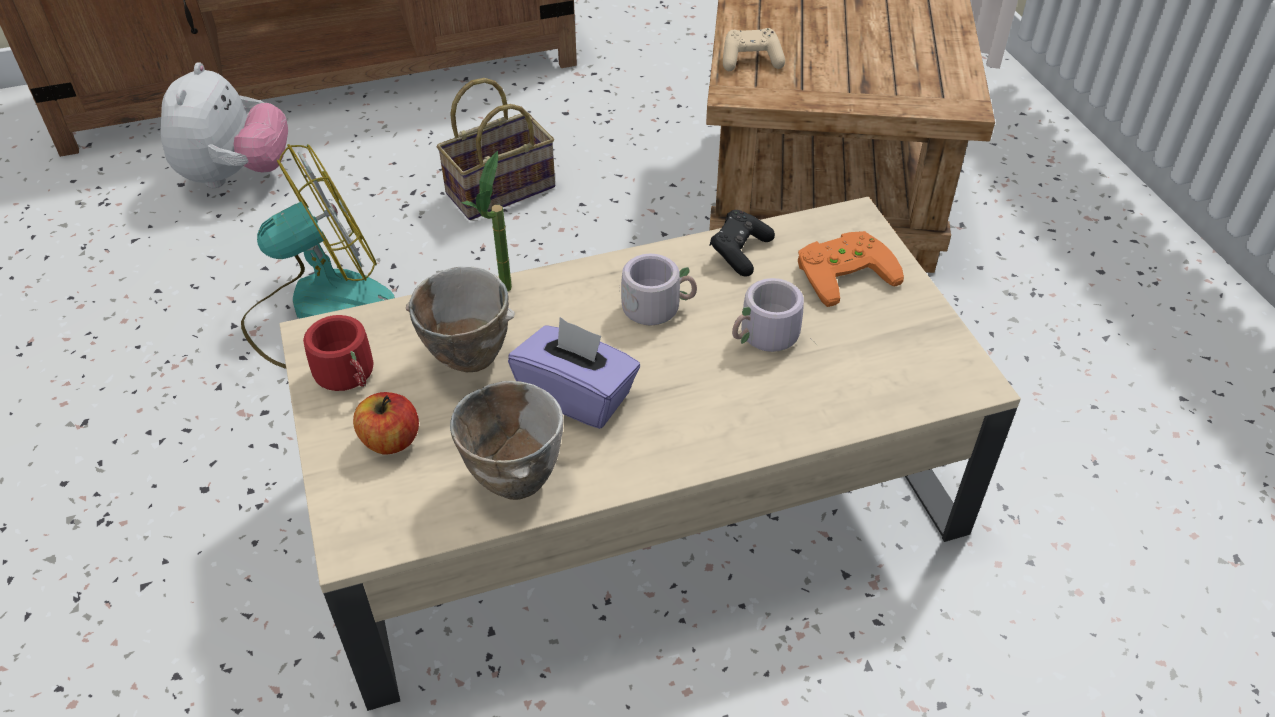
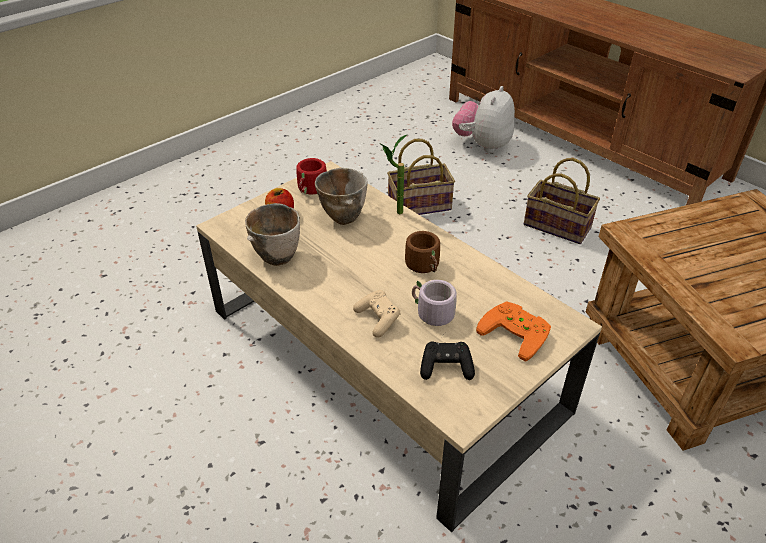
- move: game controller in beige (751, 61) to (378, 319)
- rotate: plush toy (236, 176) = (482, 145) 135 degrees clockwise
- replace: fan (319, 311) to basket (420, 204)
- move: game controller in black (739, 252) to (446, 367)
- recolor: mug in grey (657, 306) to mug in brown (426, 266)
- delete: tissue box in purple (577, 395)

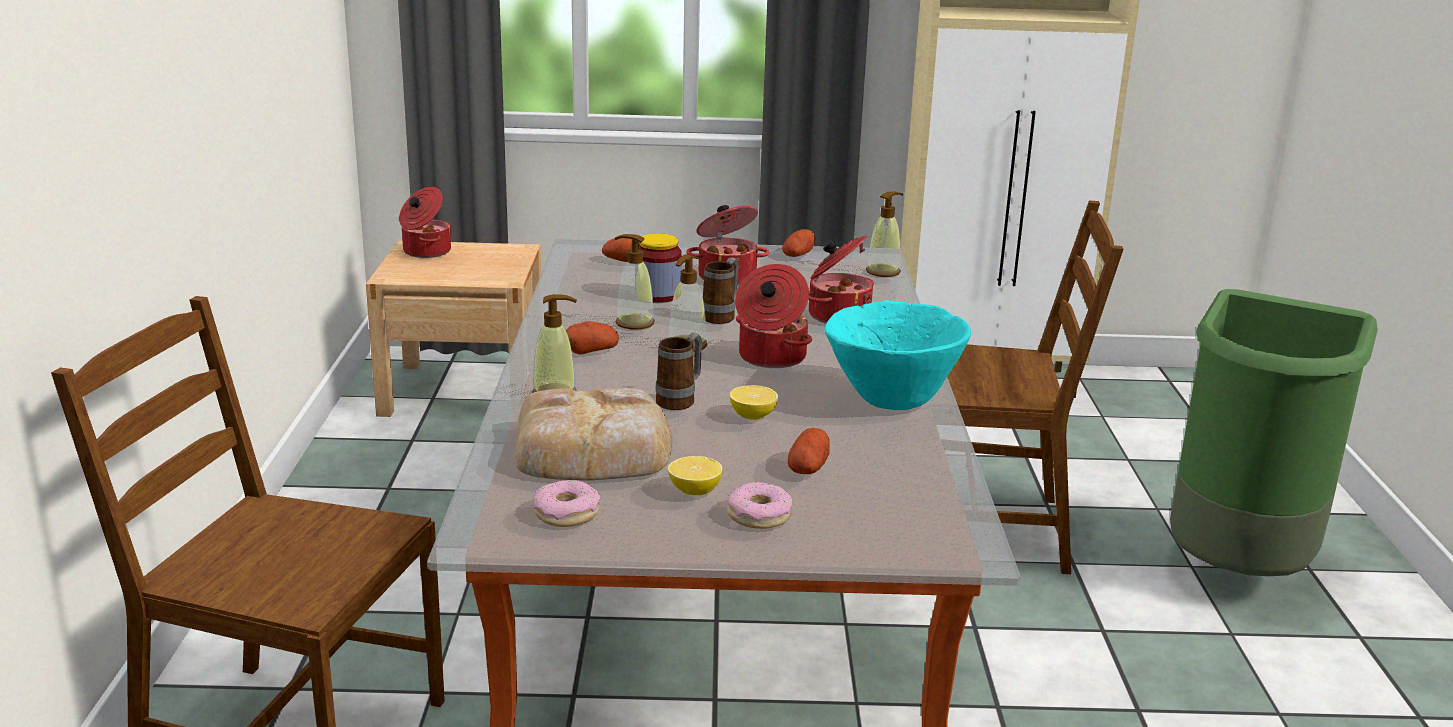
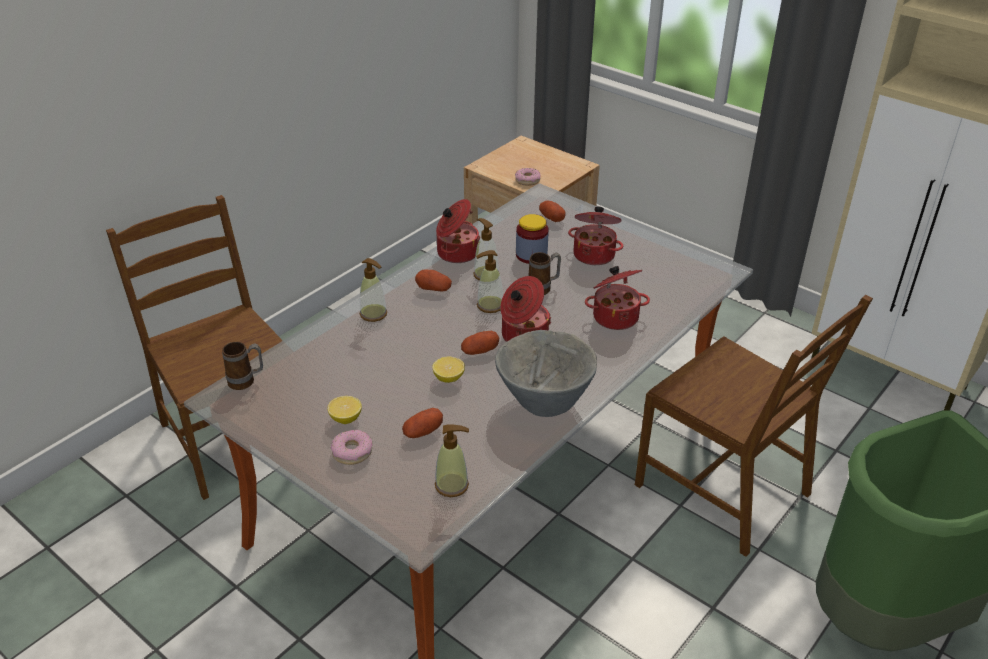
- move: cooking pot (425, 252) to (456, 253)
- move: soap dispenser (883, 272) to (452, 485)
- move: potato (798, 255) to (480, 351)
- recolor: bowl in turquoise (891, 399) to bowl in grey (544, 402)
- move: mug (680, 400) to (246, 381)
- delete: bread (594, 450)
- move: donut (566, 513) to (527, 180)

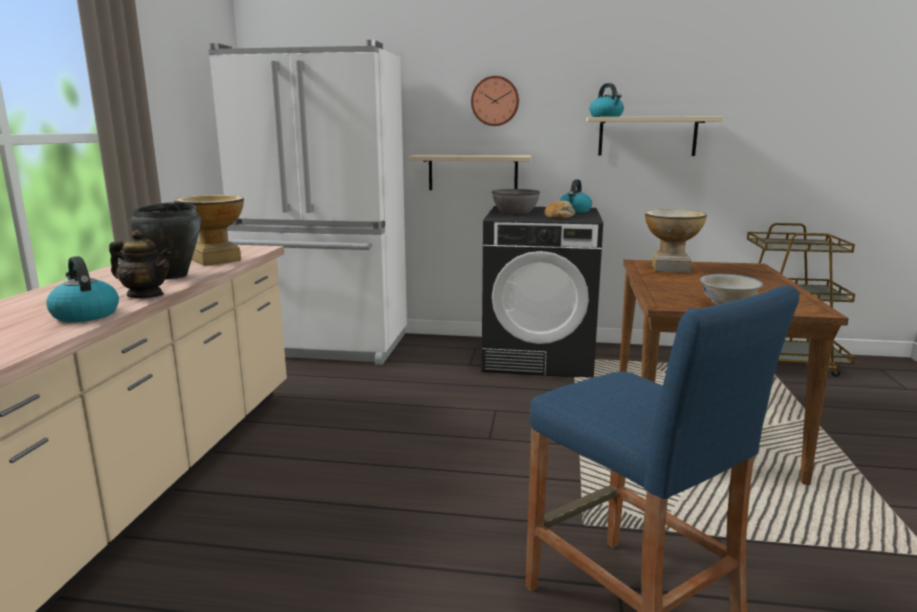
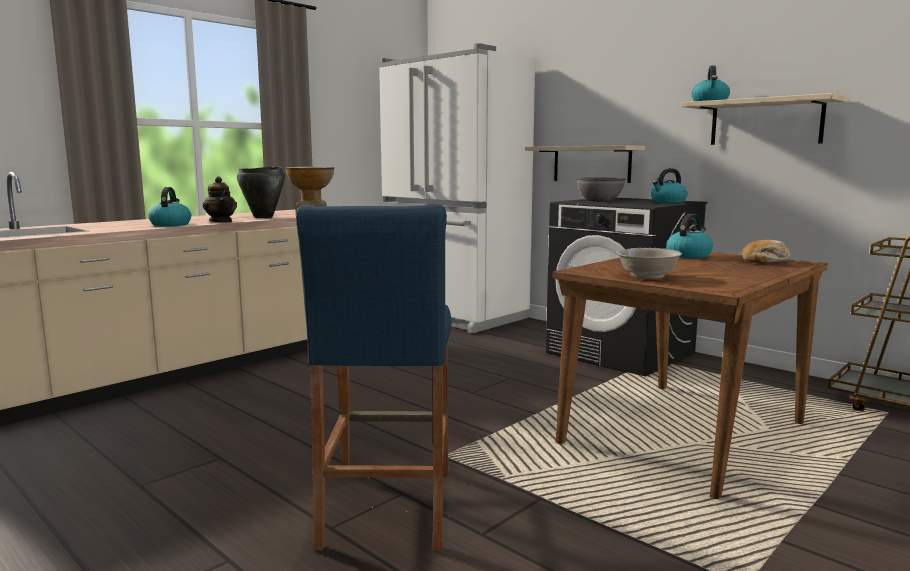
- delete: wall clock (495, 101)
- move: bread (560, 217) to (766, 261)
- replace: vase (670, 268) to kettle (689, 255)

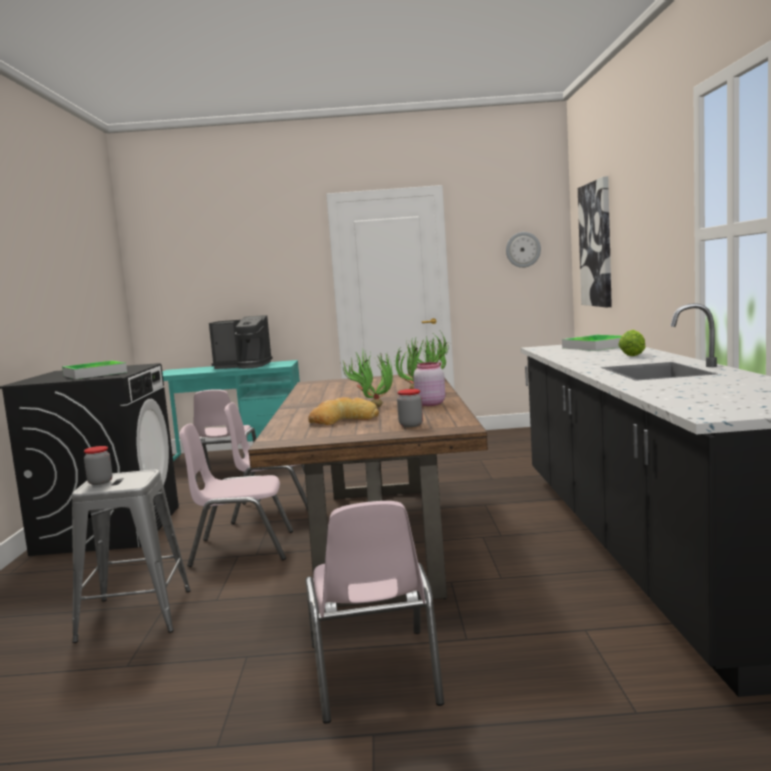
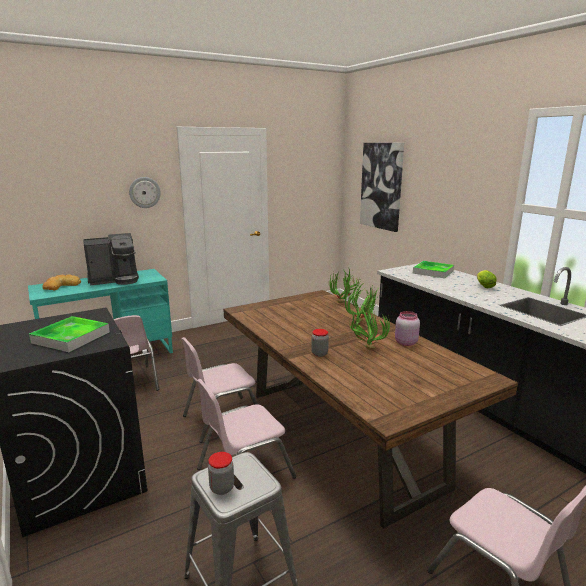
- move: wall clock (523, 249) to (144, 192)
- move: jar (411, 425) to (319, 353)
- move: bread (342, 419) to (61, 286)

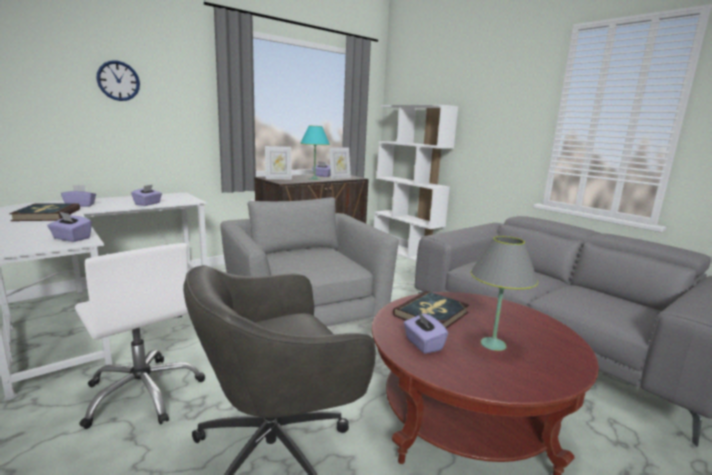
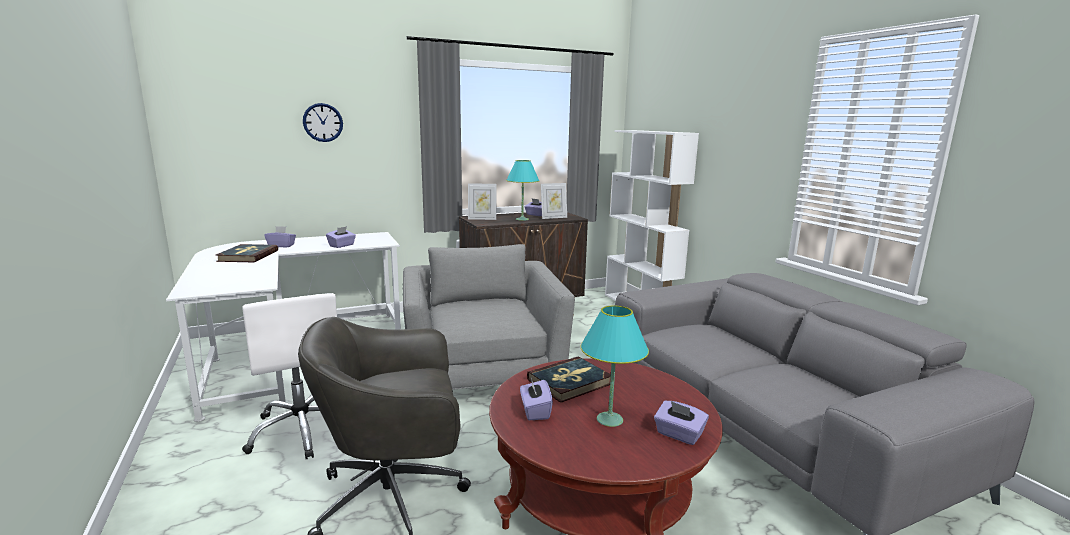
- move: tissue box in purple (71, 238) to (679, 435)
- recolor: table lamp in grey (493, 344) to table lamp in turquoise (609, 419)

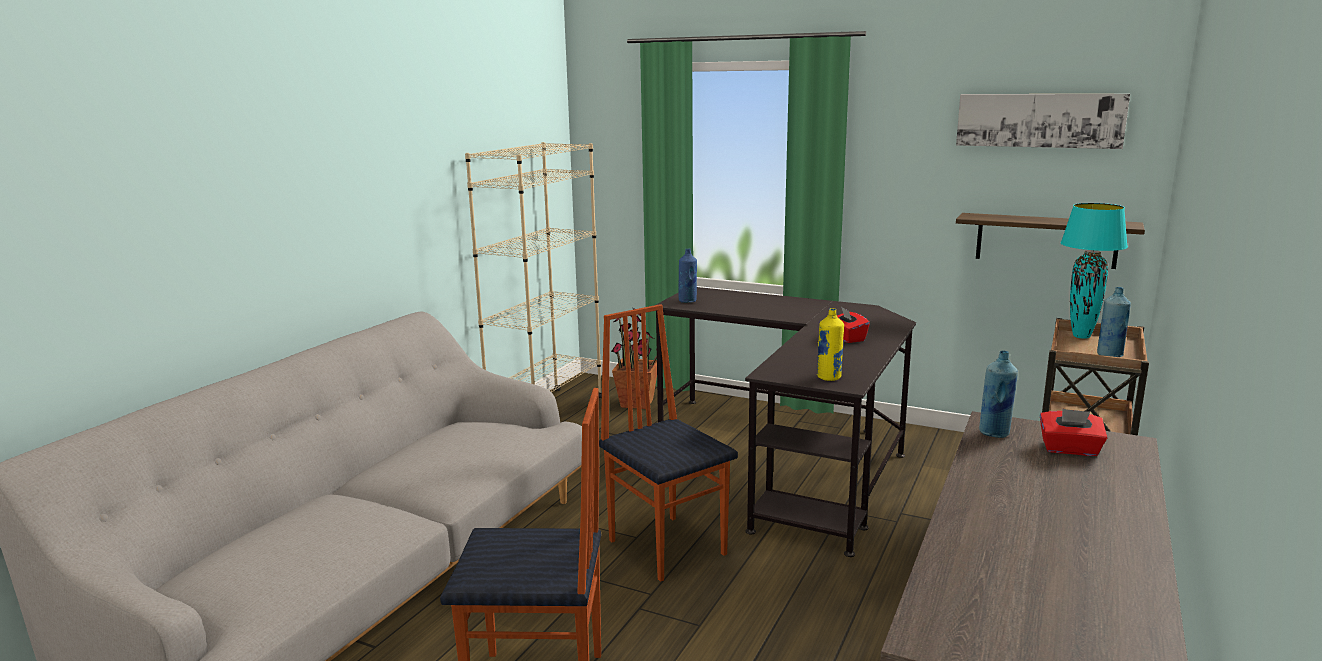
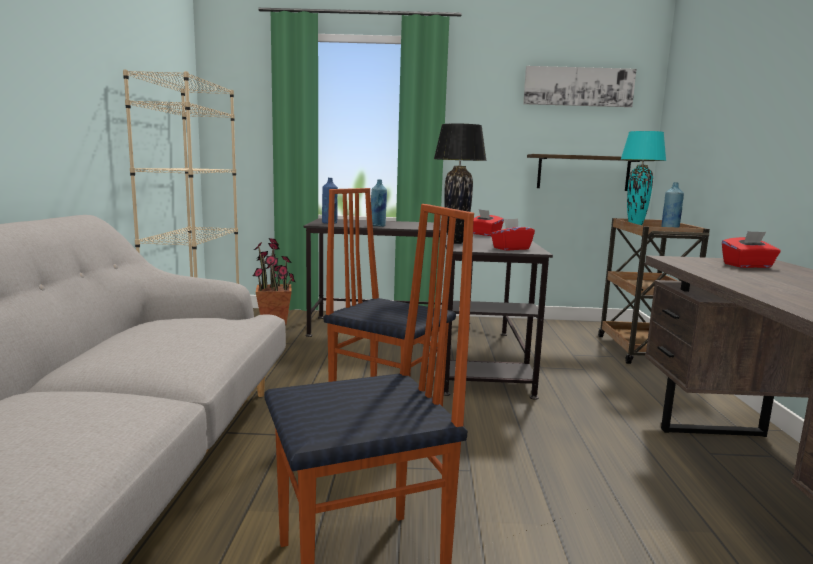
- replace: bottle in yellow (829, 377) to tissue box in red (511, 248)
- move: bottle in blue (994, 433) to (378, 226)
- insert: table lamp in black (455, 243)

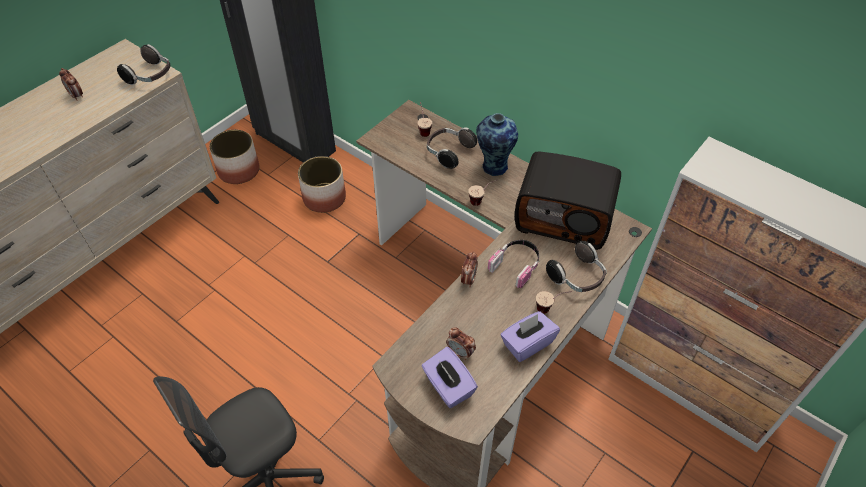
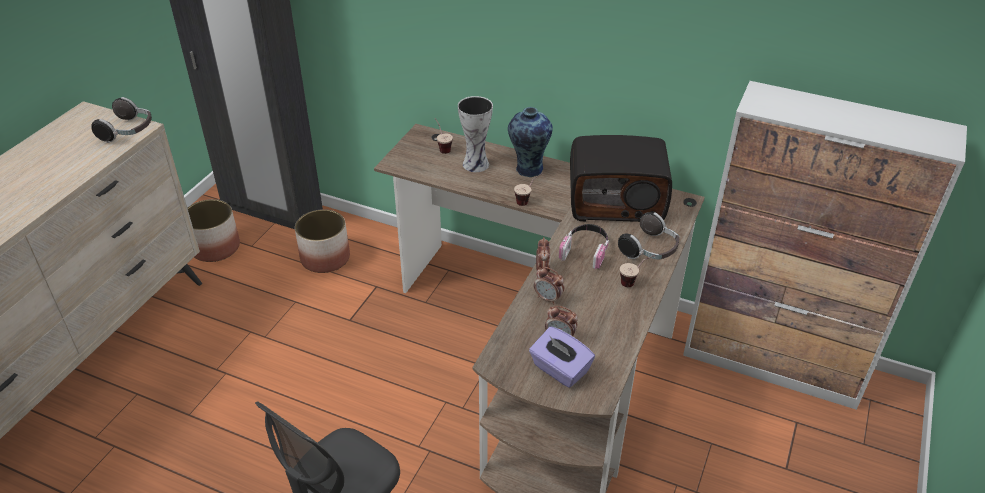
- move: alarm clock (77, 96) to (548, 298)
- replace: headphones (448, 153) to vase (477, 164)
- delete: tissue box in purple (527, 344)

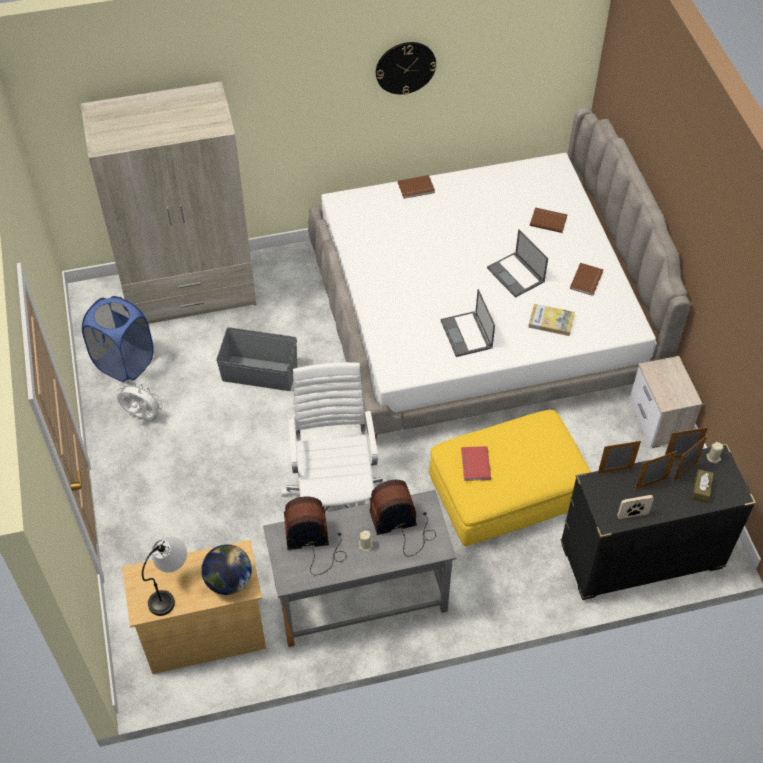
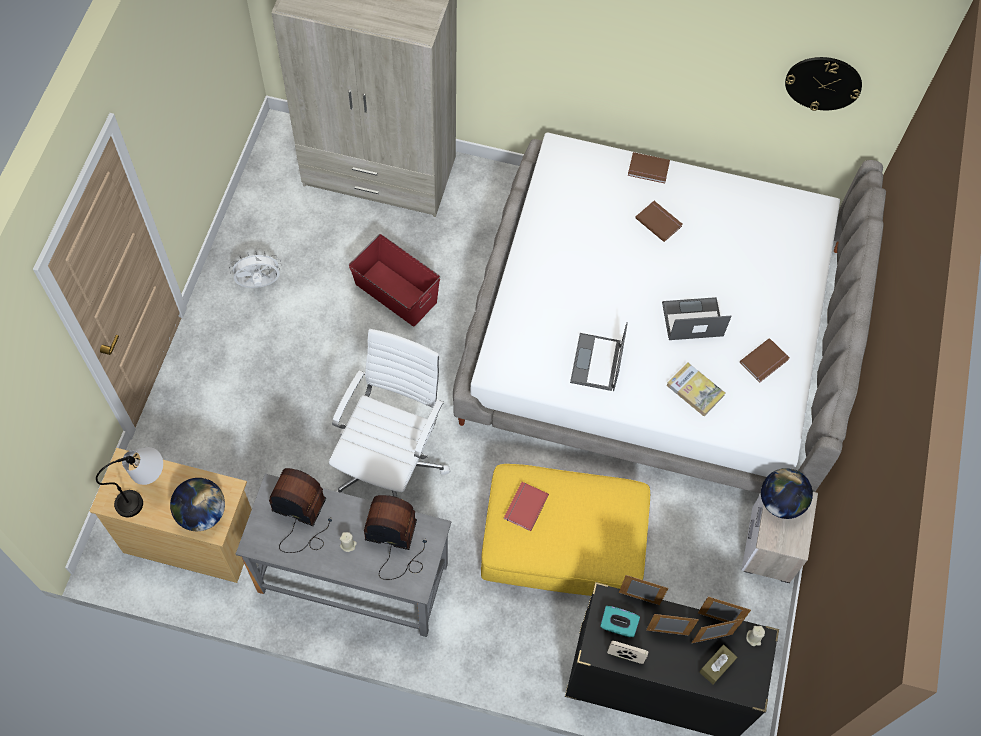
- move: wall clock (405, 67) to (823, 83)
- move: book in brown (548, 220) to (659, 221)
- rotate: laptop (516, 275) = (691, 319) 90 degrees clockwise
- delete: laundry basket in blue (124, 362)
- recolor: storage box in grey (259, 372) to storage box in red (396, 292)
- rotate: fan in white (141, 416) = (259, 285) 60 degrees counterclockwise
- insert: globe (780, 502)
- insert: tissue box in turquoise (618, 625)

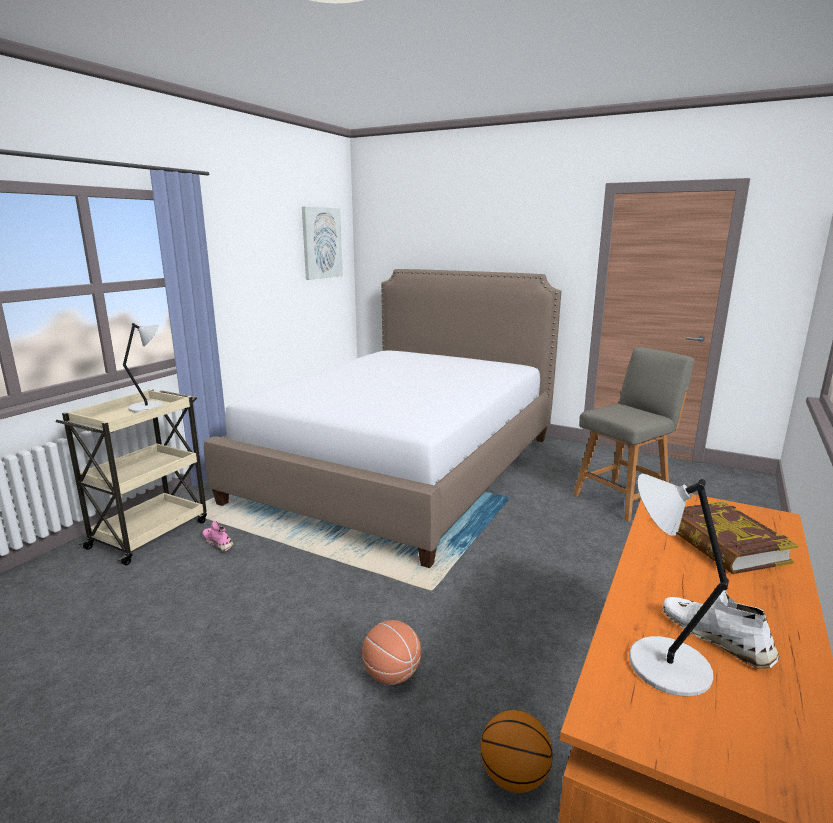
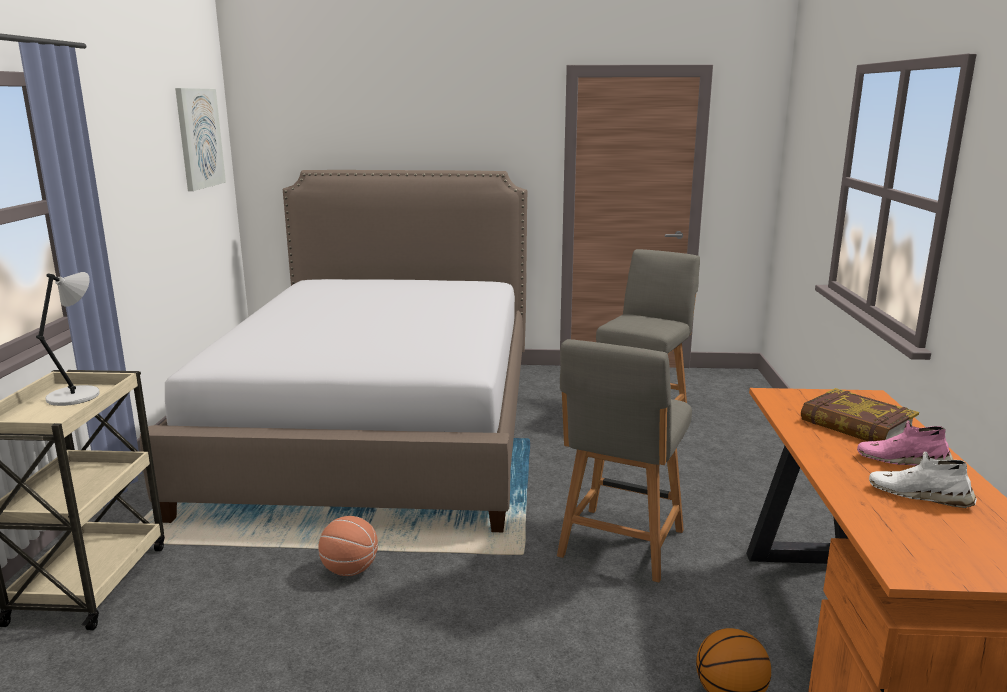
- delete: table lamp in grey (663, 665)
- move: shoe in pink (219, 543) to (902, 461)
- move: basketball (391, 675) to (349, 570)
- insert: chair in grey (620, 545)

